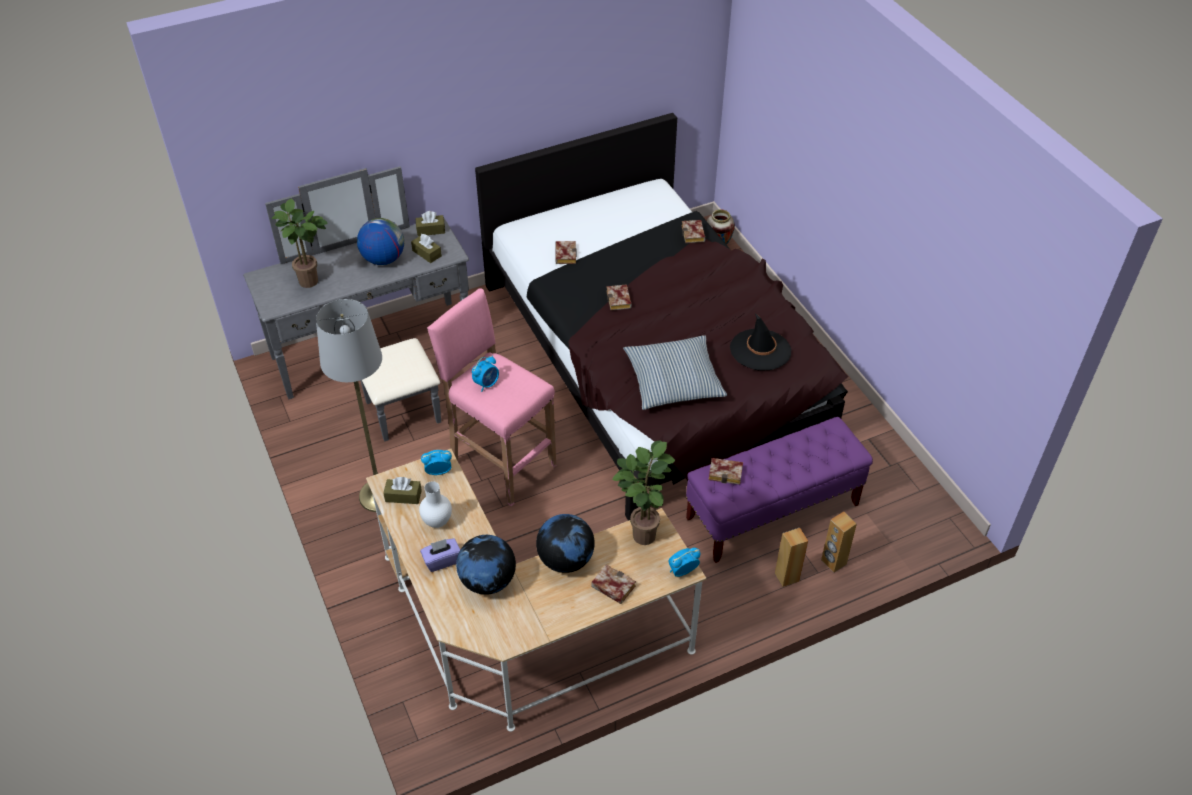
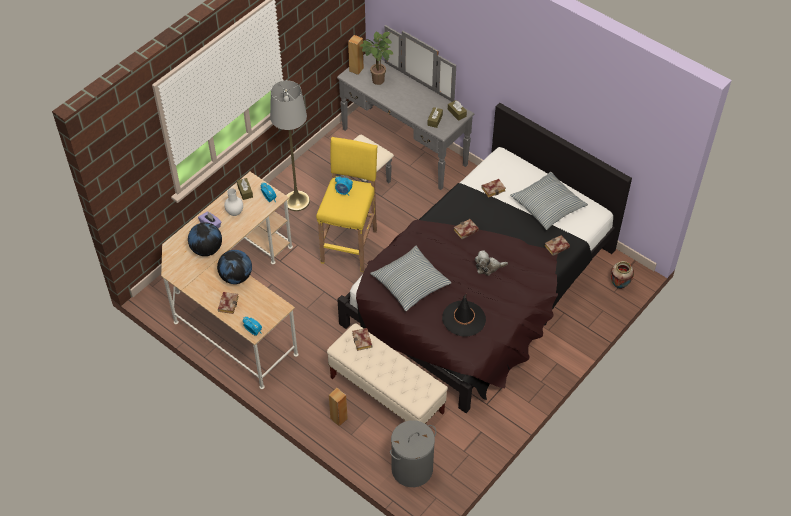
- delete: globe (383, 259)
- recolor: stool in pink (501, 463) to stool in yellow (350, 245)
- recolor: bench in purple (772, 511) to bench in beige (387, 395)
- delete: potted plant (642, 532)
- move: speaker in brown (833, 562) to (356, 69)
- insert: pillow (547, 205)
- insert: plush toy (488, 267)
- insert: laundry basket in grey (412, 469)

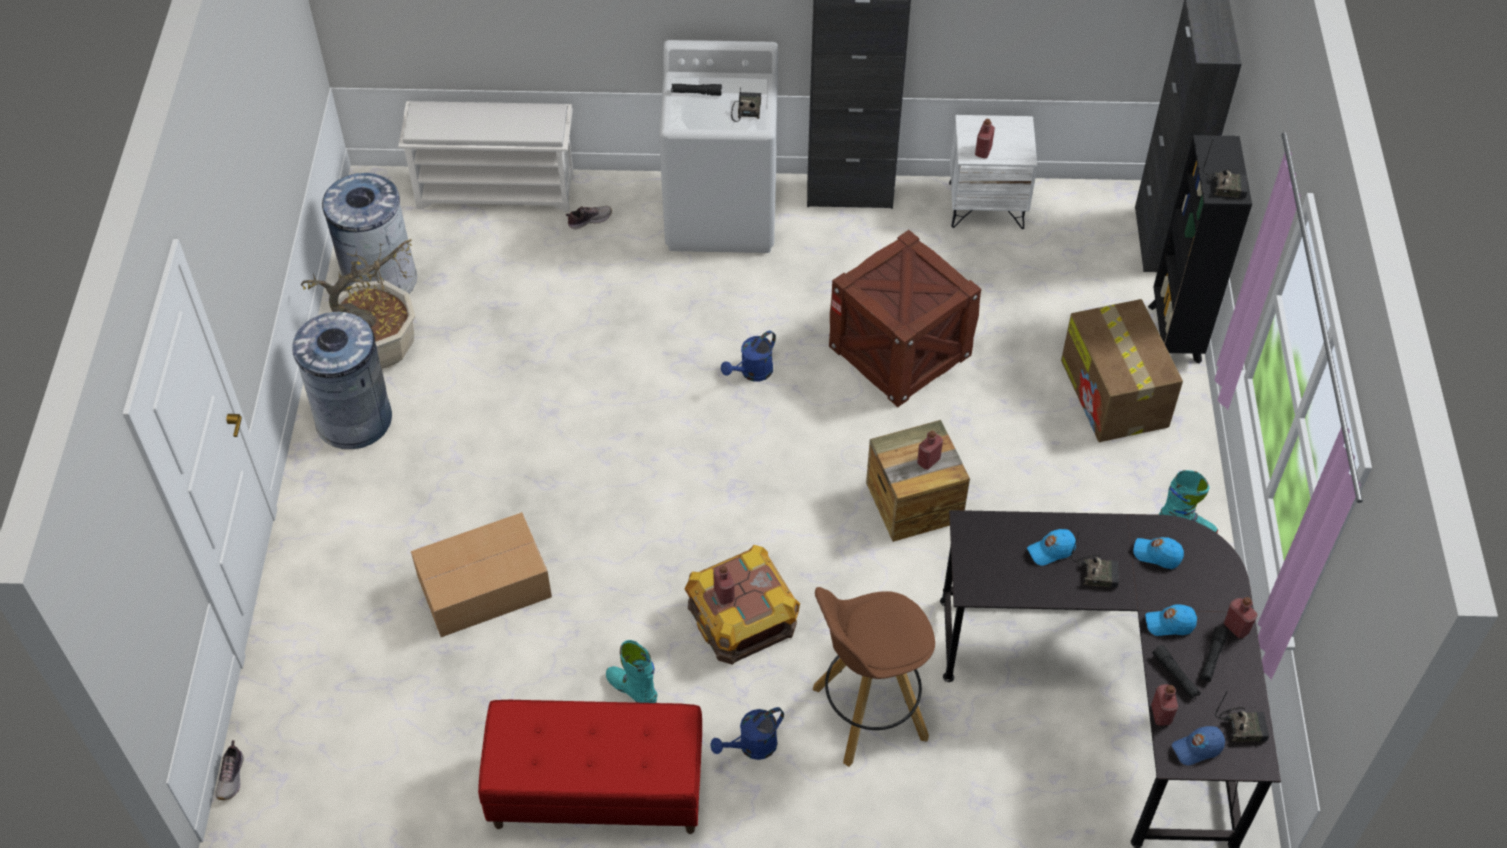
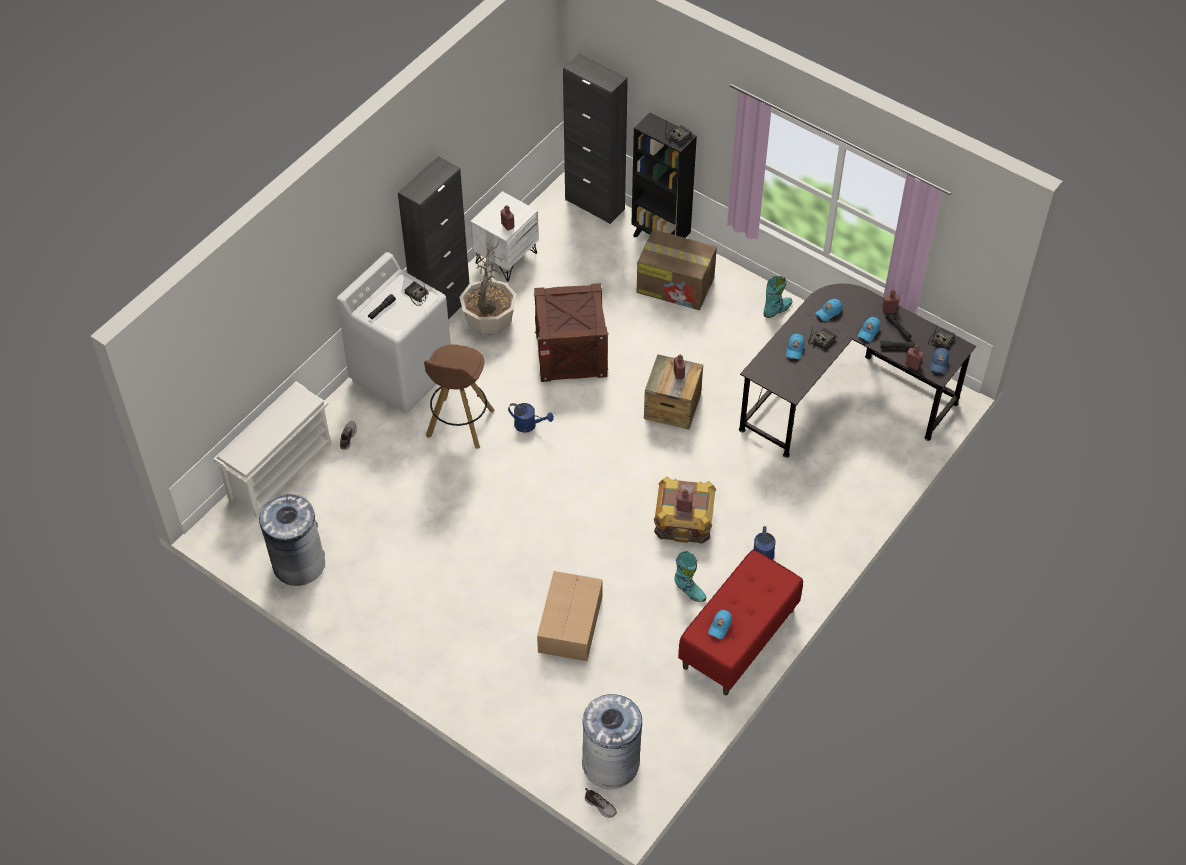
- move: potted plant (380, 348) to (489, 322)
- move: trash can in grey (354, 419) to (611, 763)
- rotate: watering can in blue (752, 373) = (529, 425) 60 degrees counterclockwise
- move: stool in brown (867, 714) to (459, 424)
- rotate: boot in turquoise (632, 689) = (689, 591) 120 degrees counterclockwise
- insert: cap in blue (720, 626)

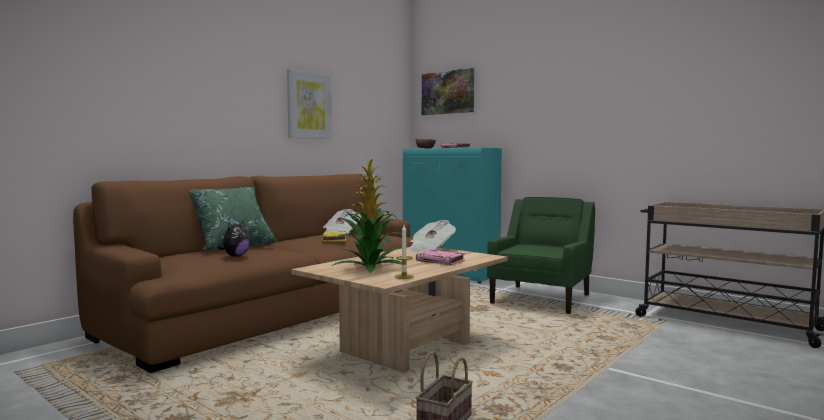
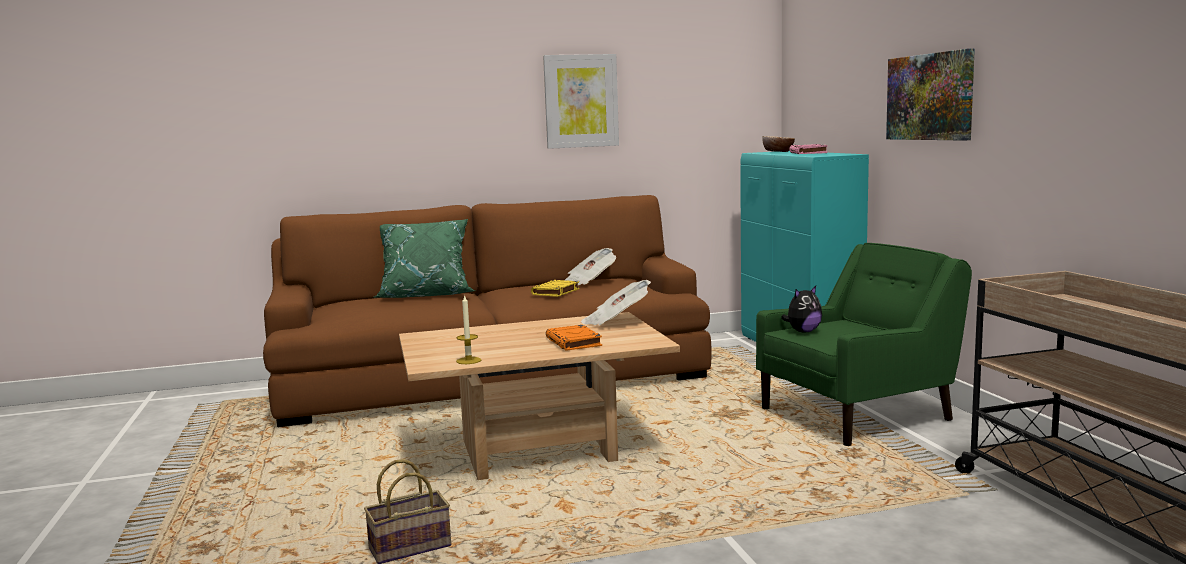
- move: picture (448, 92) to (930, 97)
- delete: potted plant (371, 267)
- move: plush toy (235, 256) to (803, 331)
- recolor: book in pink (441, 261) to book in orange (574, 342)

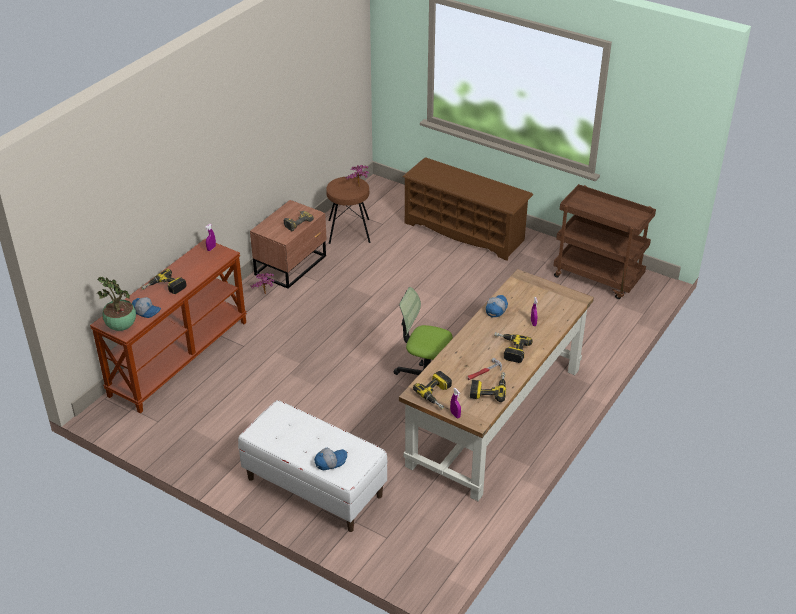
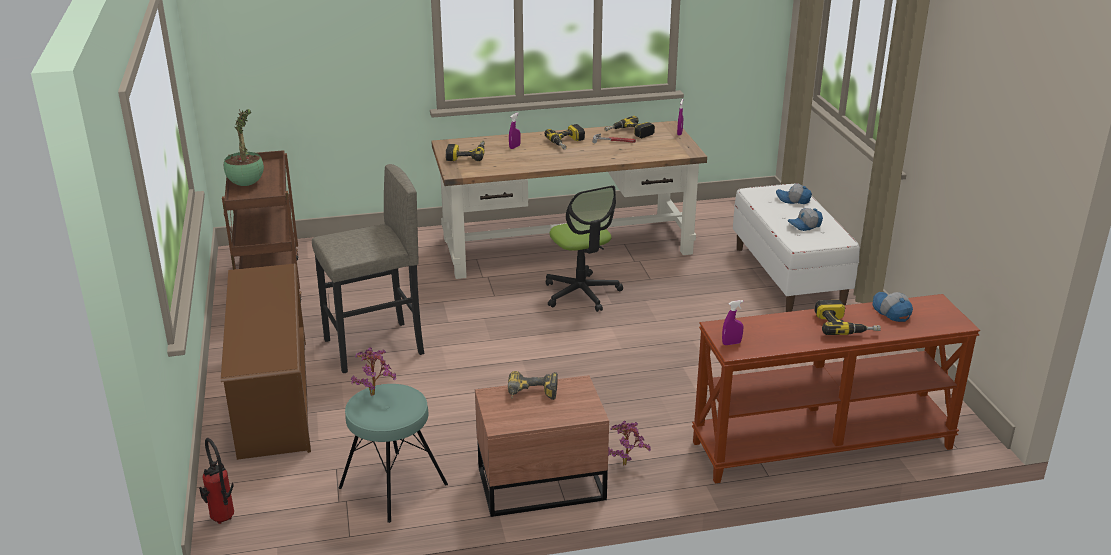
- recolor: stool in brown (349, 231) to stool in turquoise (393, 486)
- move: potted plant (122, 327) to (246, 183)
- move: cap (496, 309) to (805, 225)
- move: power drill (438, 394) to (466, 155)
- insert: stool in grey (374, 347)
- insert: fire extinguisher (223, 520)

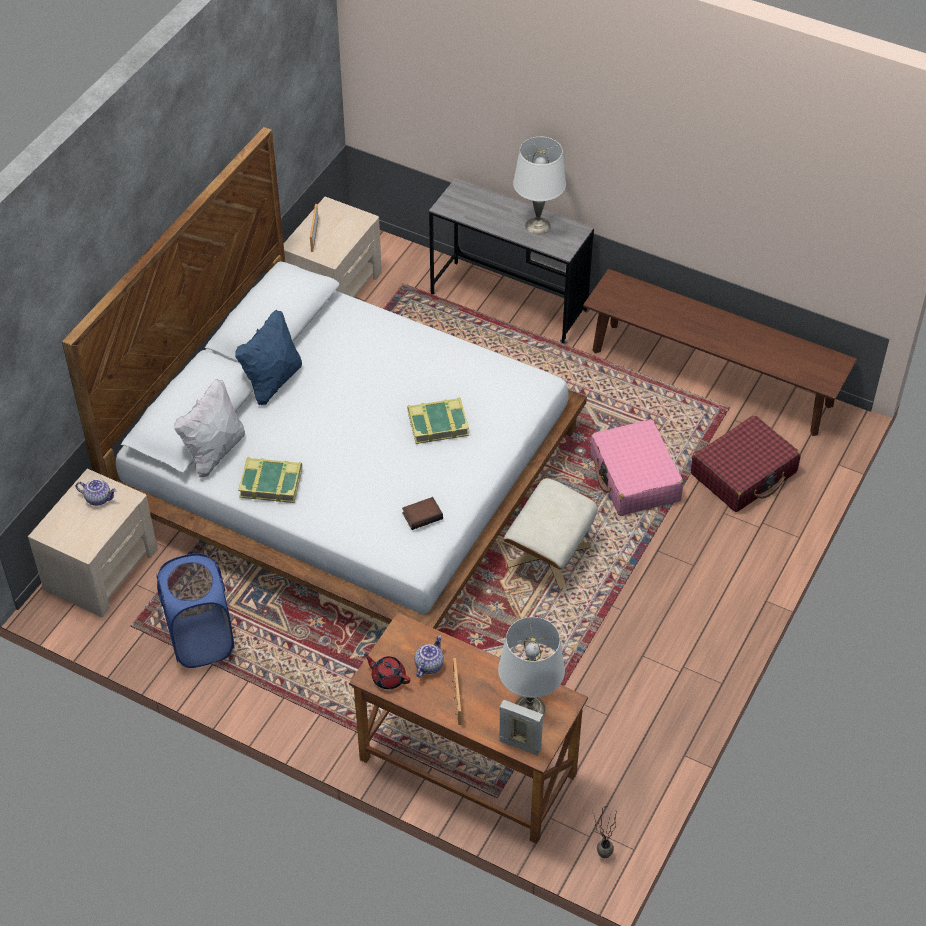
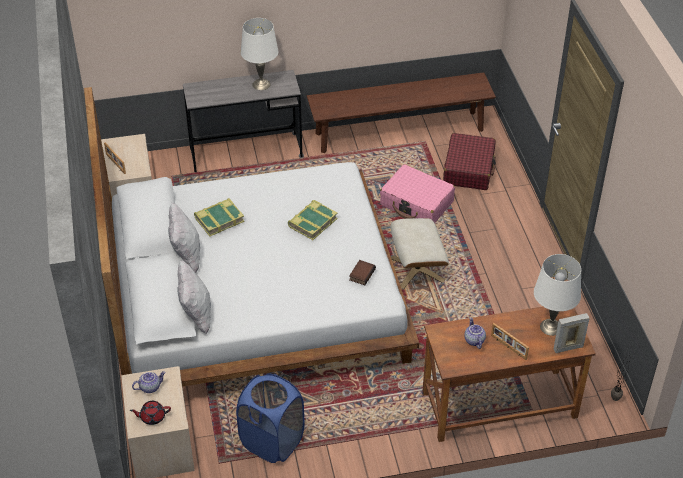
- recolor: pillow in blue (272, 382) to pillow in white (186, 257)
- move: book (271, 483) to (219, 219)
- move: teapot in red (388, 677) to (152, 417)

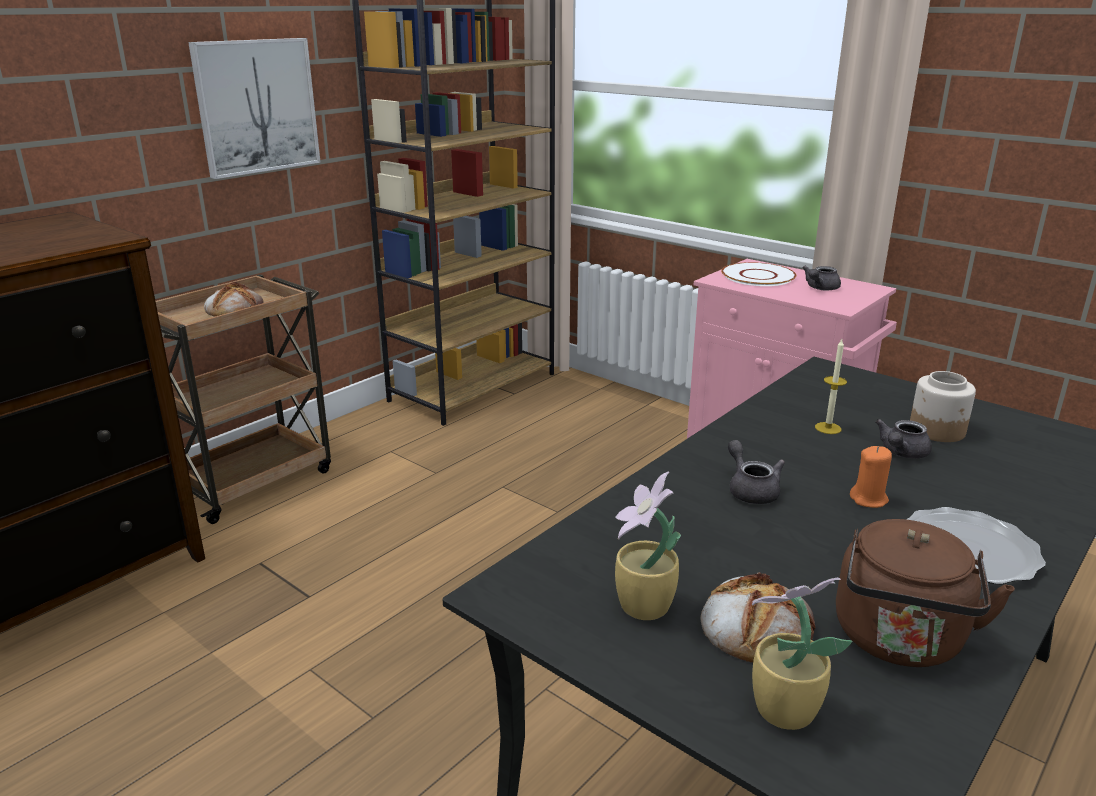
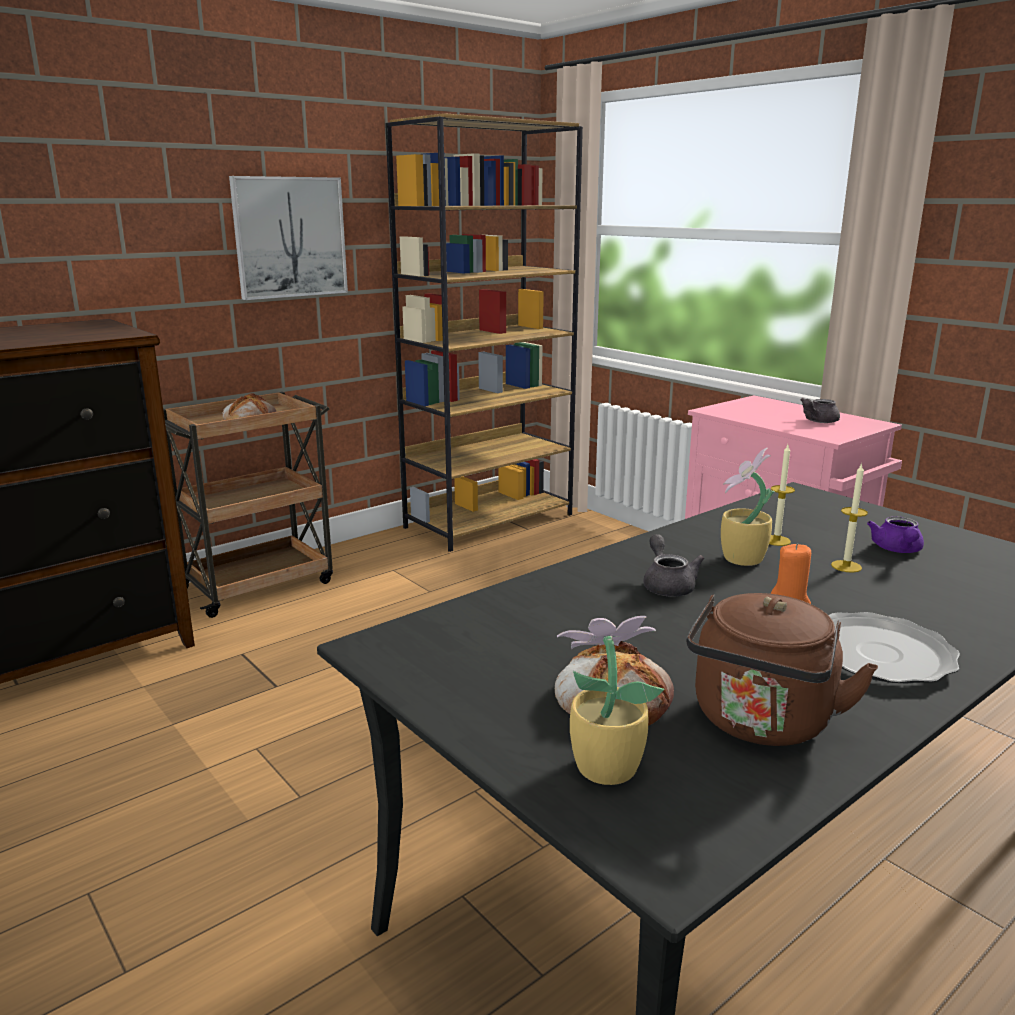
- delete: plate in white (758, 276)
- replace: jar (937, 430) to teapot in purple (897, 550)
- replace: teapot in grey (901, 453) to candle (846, 566)
- move: potted plant (643, 608) to (742, 560)

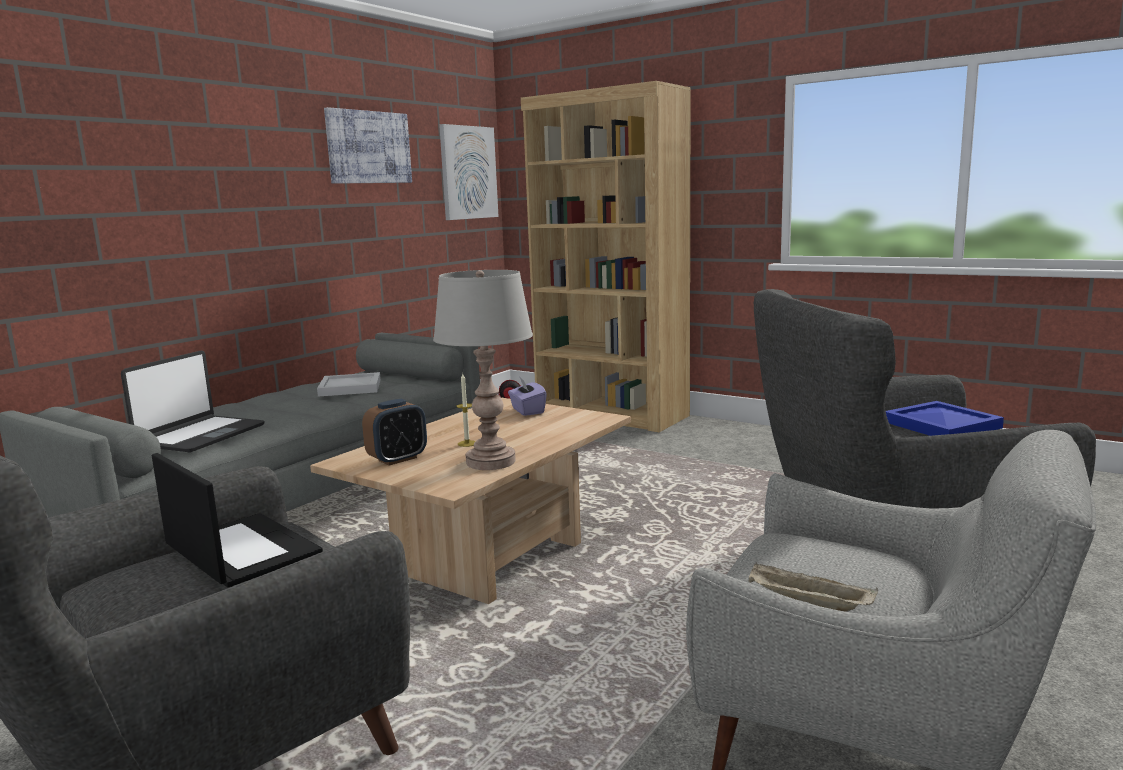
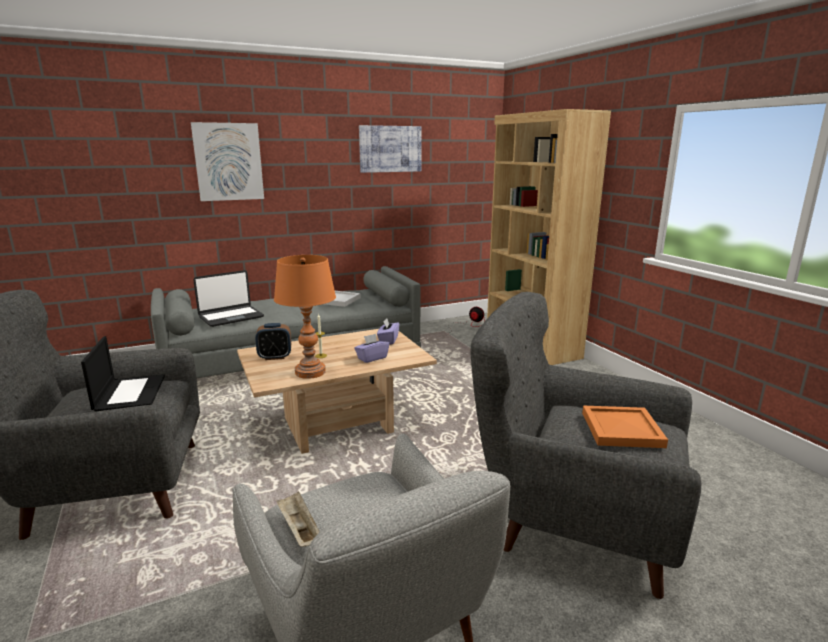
- move: picture (468, 172) to (228, 162)
- recolor: table lamp in grey (490, 462) to table lamp in orange (310, 372)
- recolor: tray in blue (941, 424) to tray in orange (622, 429)
- insert: tissue box in purple (372, 358)

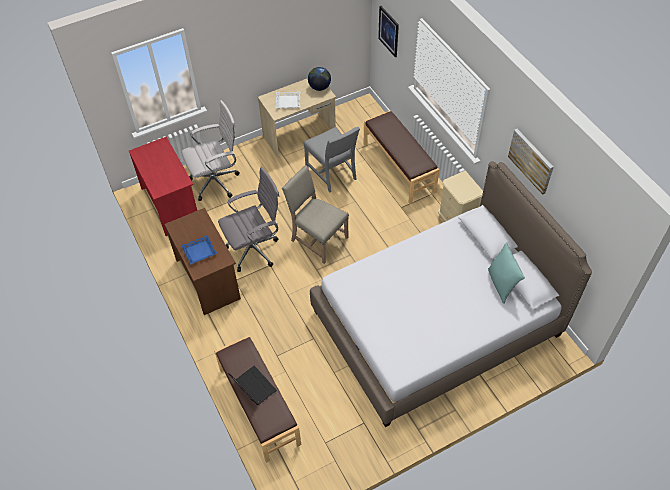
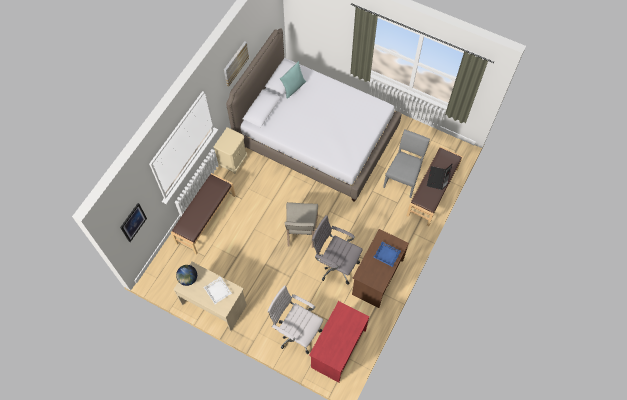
- move: chair in grey (333, 173) to (403, 178)

